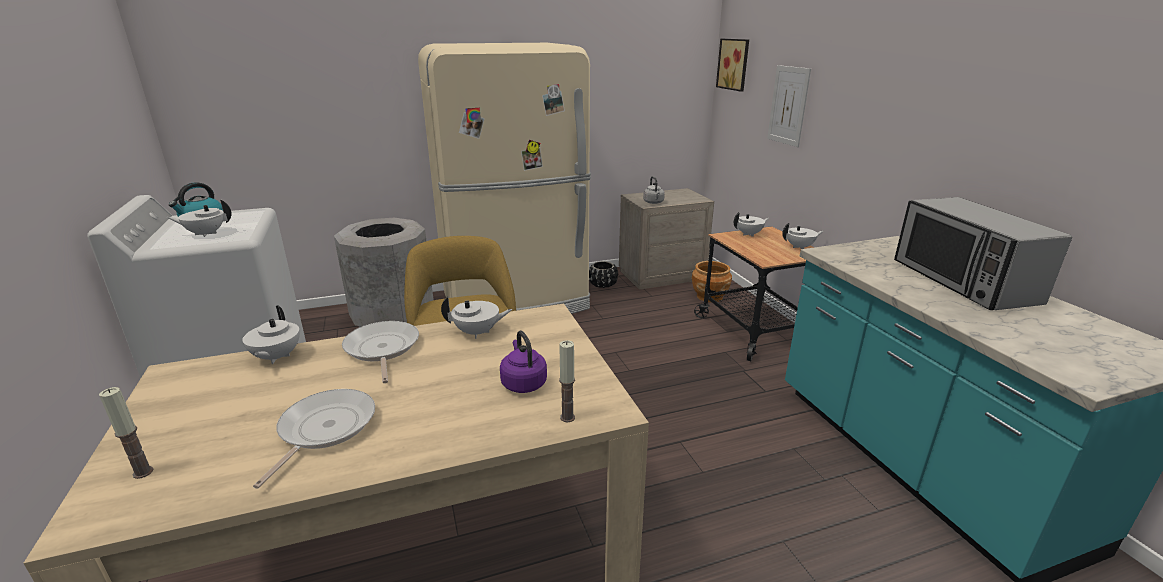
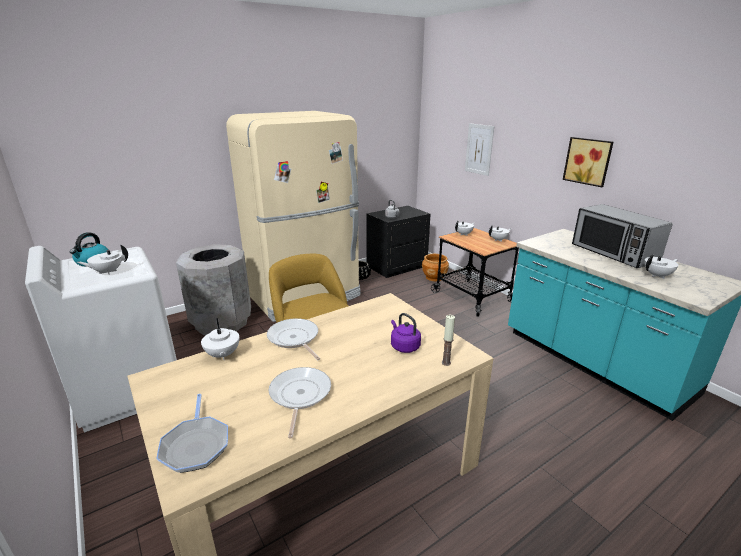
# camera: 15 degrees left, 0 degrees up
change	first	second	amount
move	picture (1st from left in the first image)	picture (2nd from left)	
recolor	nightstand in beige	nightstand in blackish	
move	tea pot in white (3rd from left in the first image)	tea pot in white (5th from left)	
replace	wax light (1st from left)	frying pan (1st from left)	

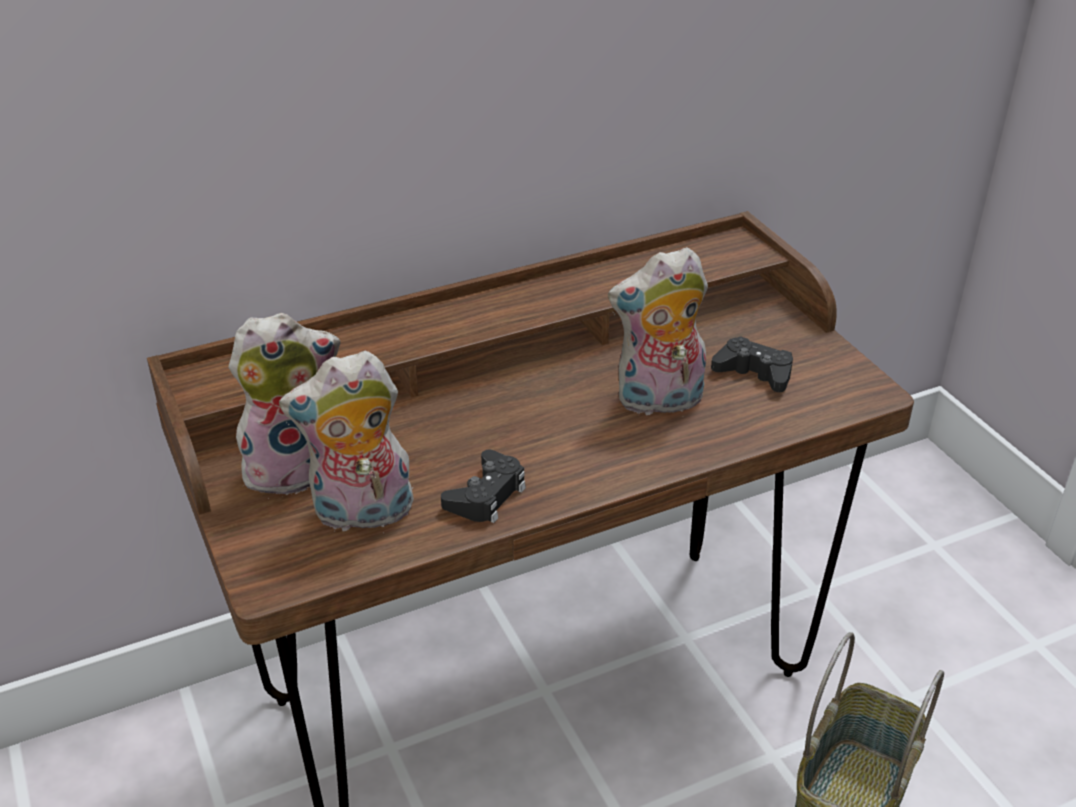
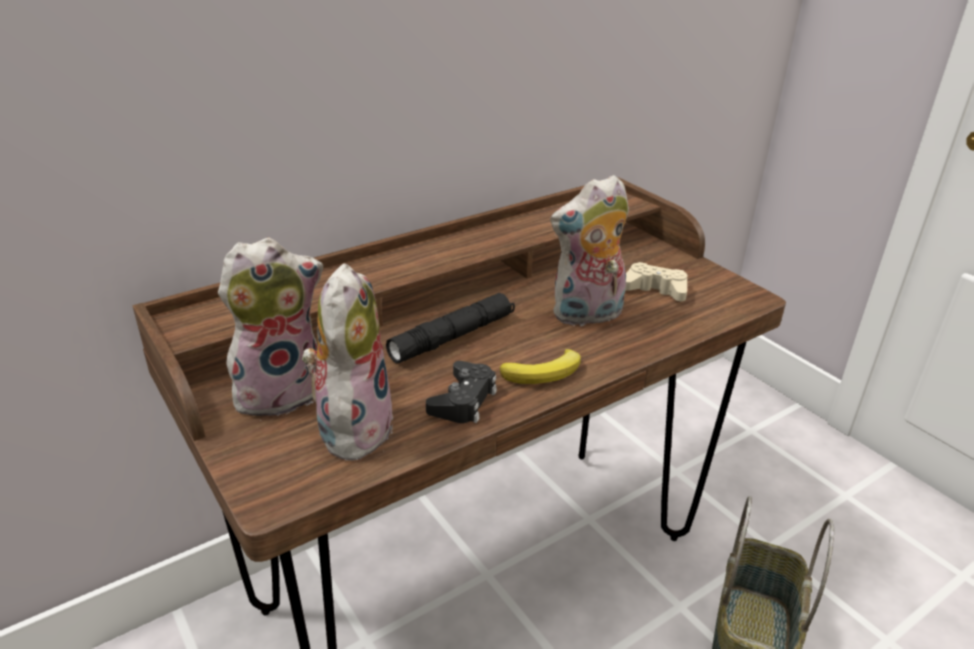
# camera: 10 degrees left, 5 degrees down
change	first	second	amount
recolor	game controller in blackish (2nd from left)	game controller in beige	
rotate	cuddly toy (2nd from left)		120 degrees clockwise
insert		hand torch in blackish	
insert		whole banana	

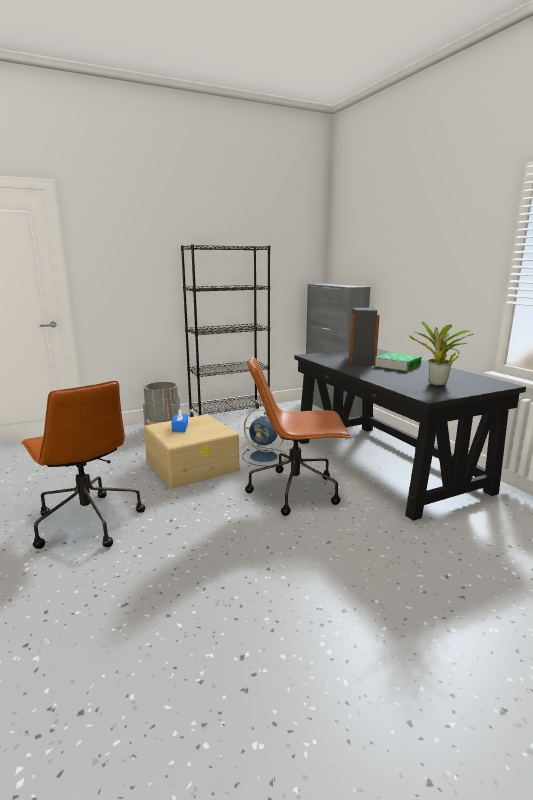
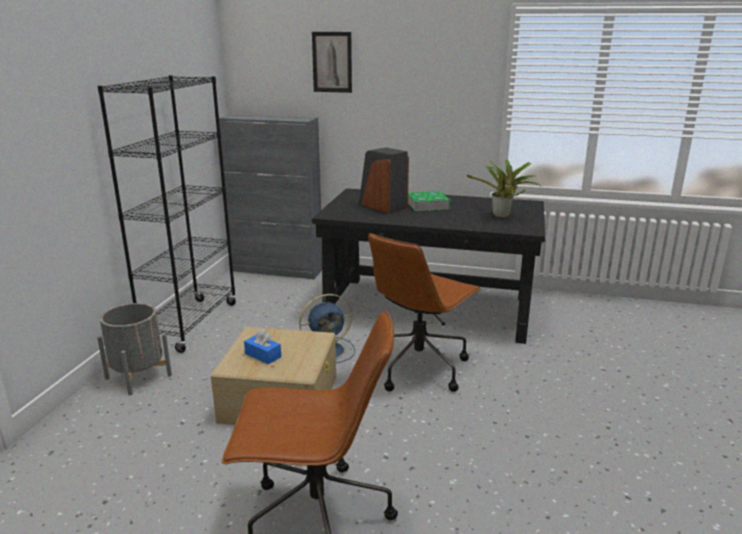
# camera: 50 degrees left, 5 degrees up
change	first	second	amount
insert		picture	

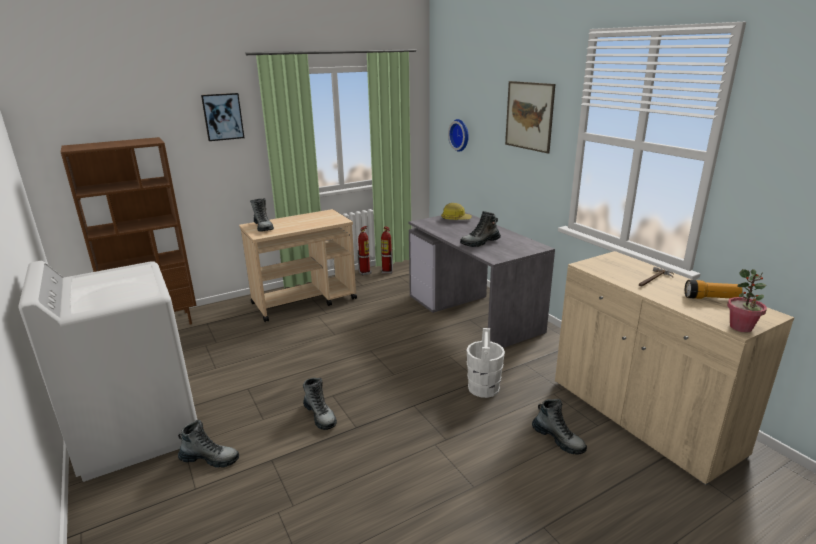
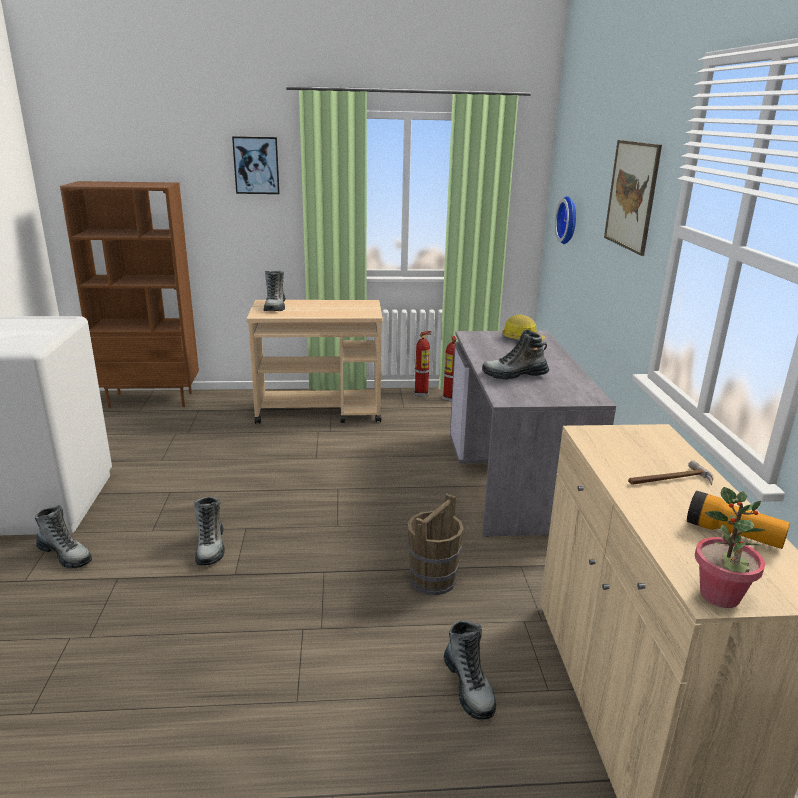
# camera: 25 degrees right, 0 degrees up
change	first	second	amount
recolor	pail in white	pail in brownish	

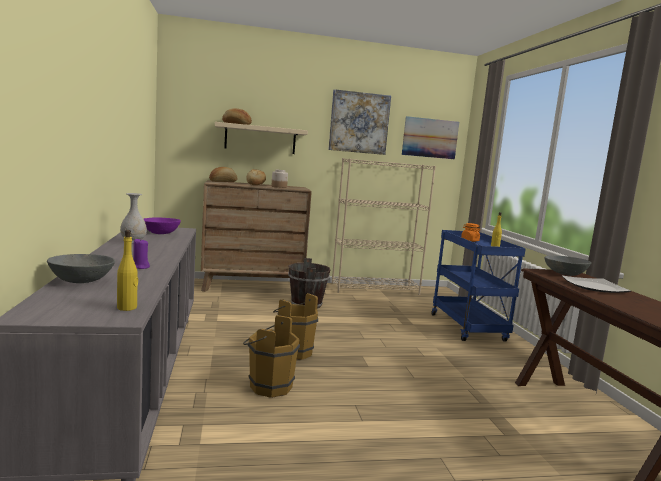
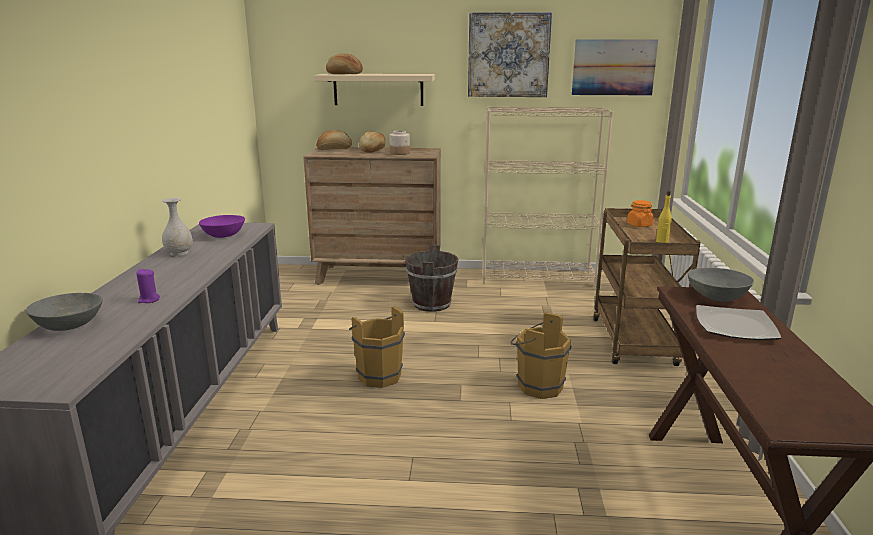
# camera: 15 degrees right, 10 degrees up
change	first	second	amount
delete	drink bottle in yellowish (1st from left)		
recolor	cart in blue	cart in brownish	
move	pail in brownish (1st from left in the first image)	pail in brownish (3rd from left)	

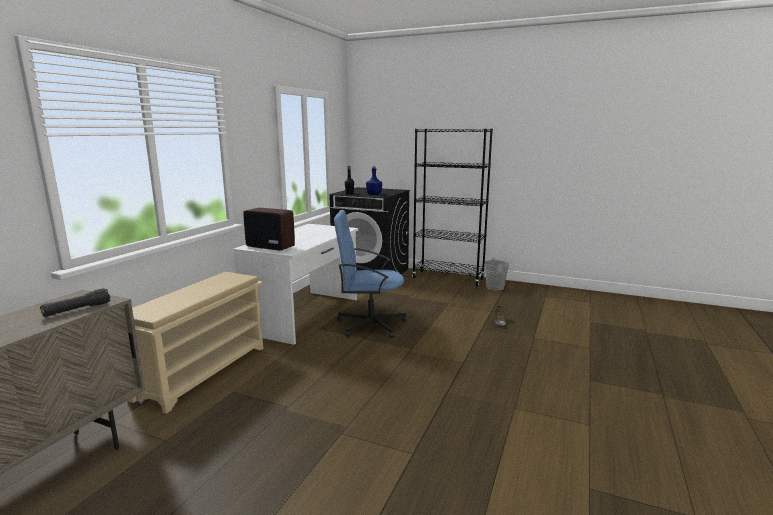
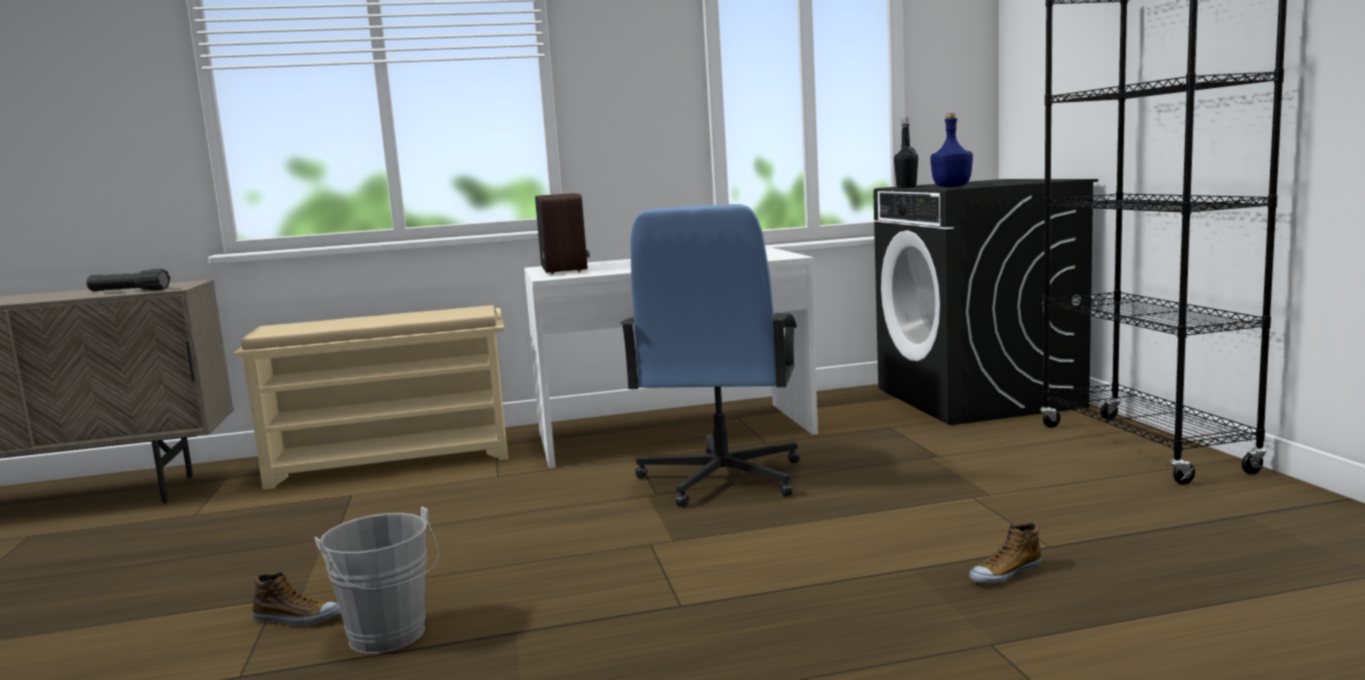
# camera: 55 degrees right, 5 degrees down
change	first	second	amount
rotate	office chair in blue		135 degrees counterclockwise
move	pail in gray		
insert		low shoe (1st from left)	

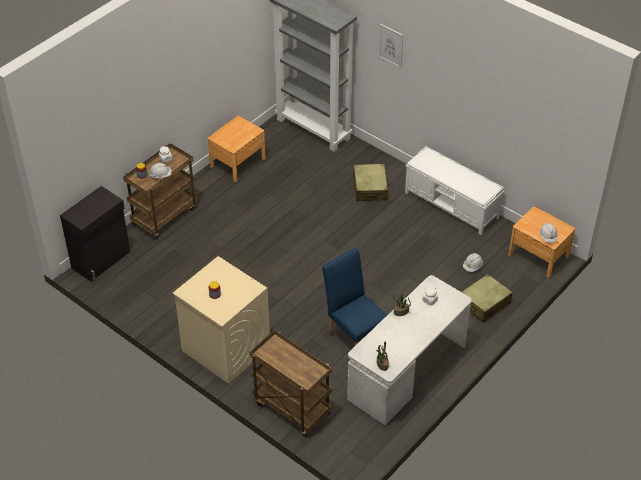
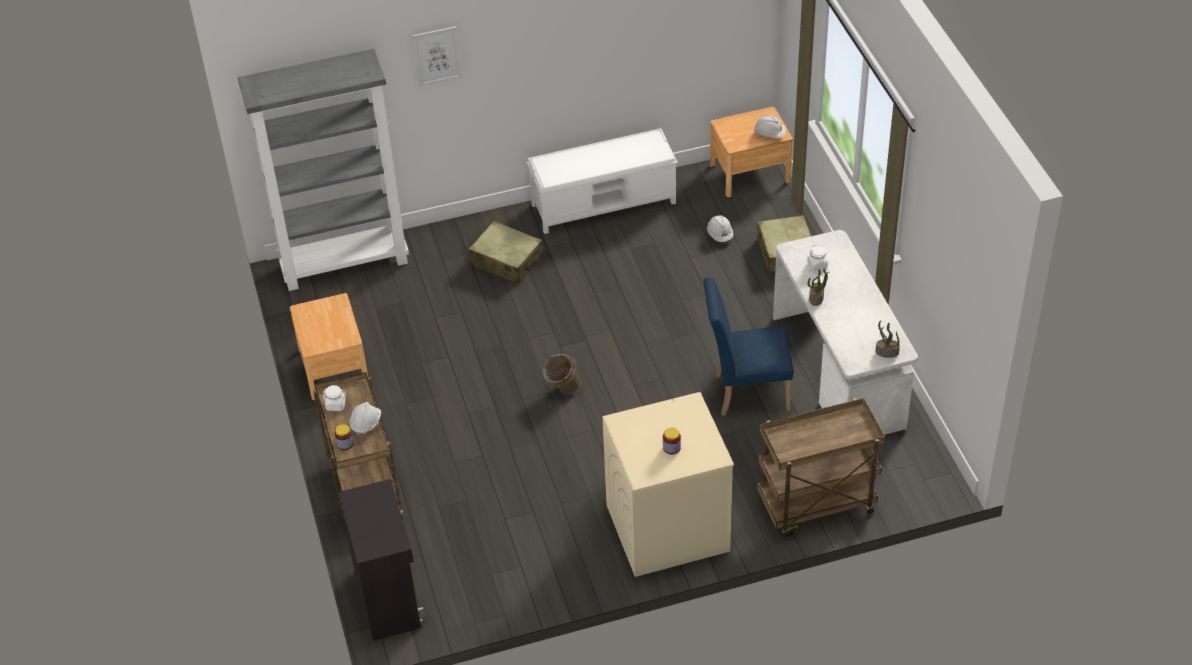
# camera: 55 degrees left, 0 degrees up
change	first	second	amount
insert		pail in green	

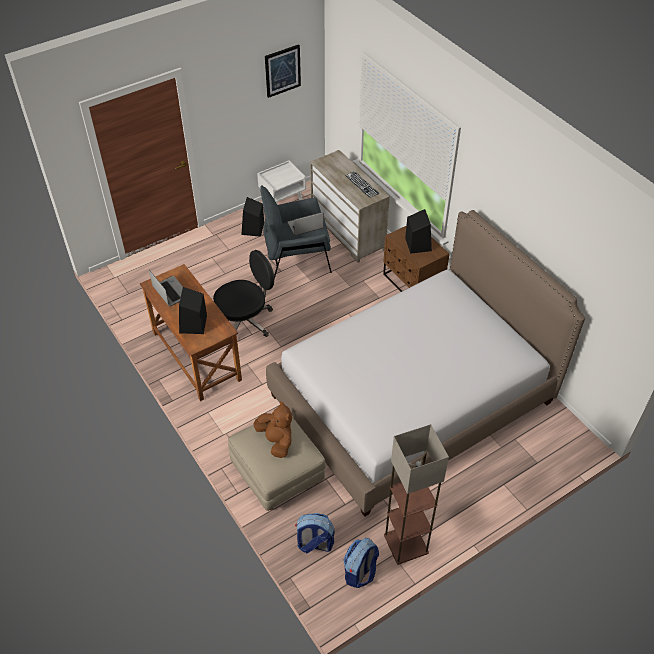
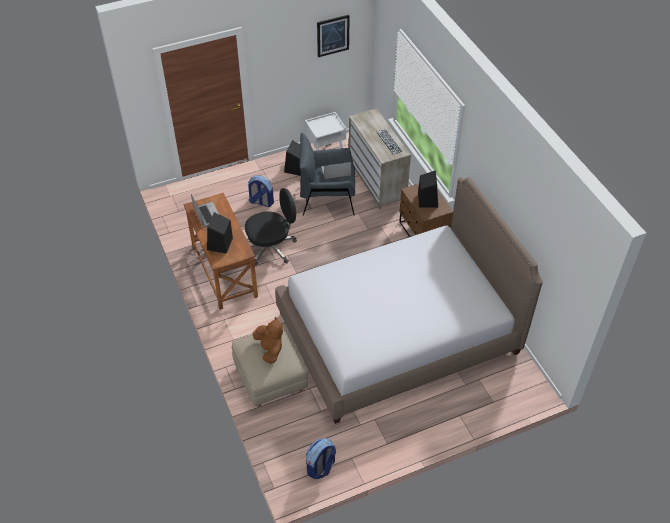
# camera: 10 degrees right, 0 degrees up
change	first	second	amount
delete	standard lamp		
move	knapsack (1st from left)		

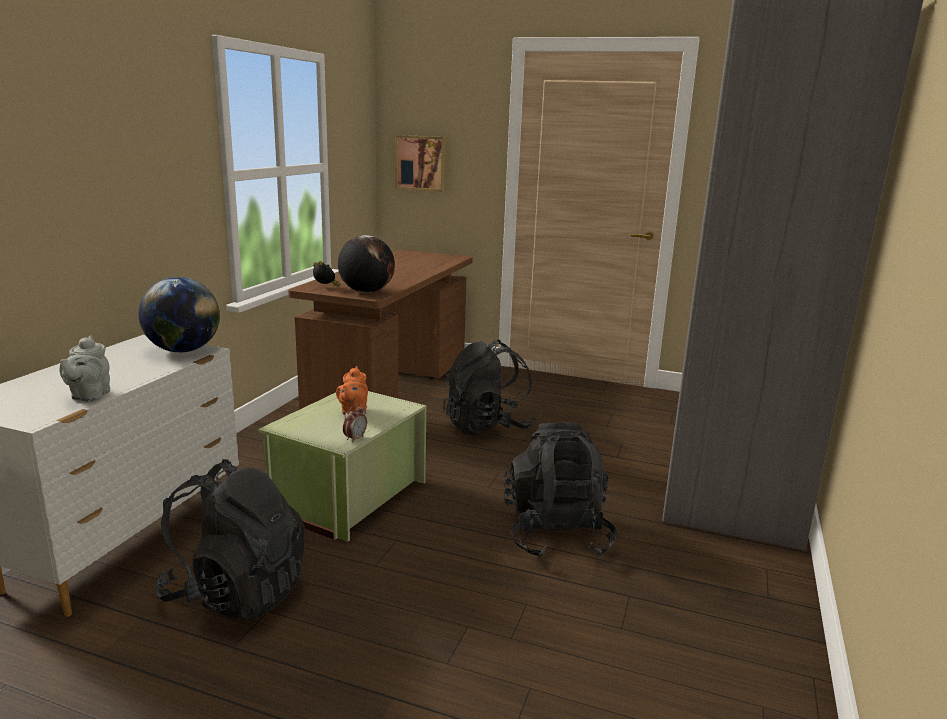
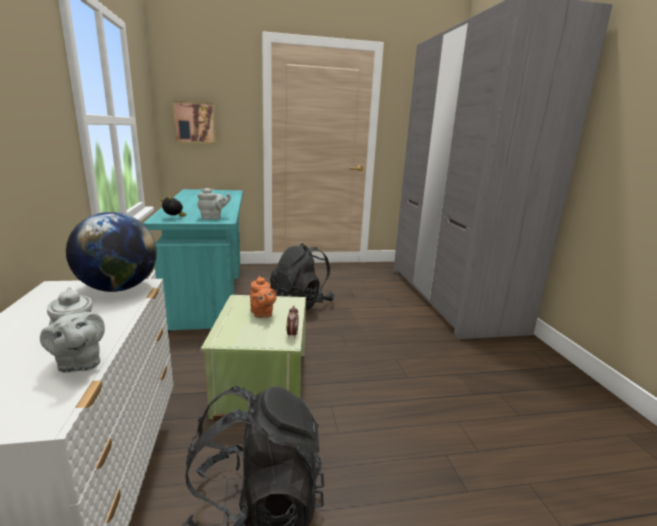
# camera: 30 degrees left, 0 degrees up
change	first	second	amount
replace	desk globe (2nd from left)	tea pot in gray (2nd from left)	
recolor	desk table in brownish	desk table in blue-green	
delete	knapsack in blackish (3rd from left)		

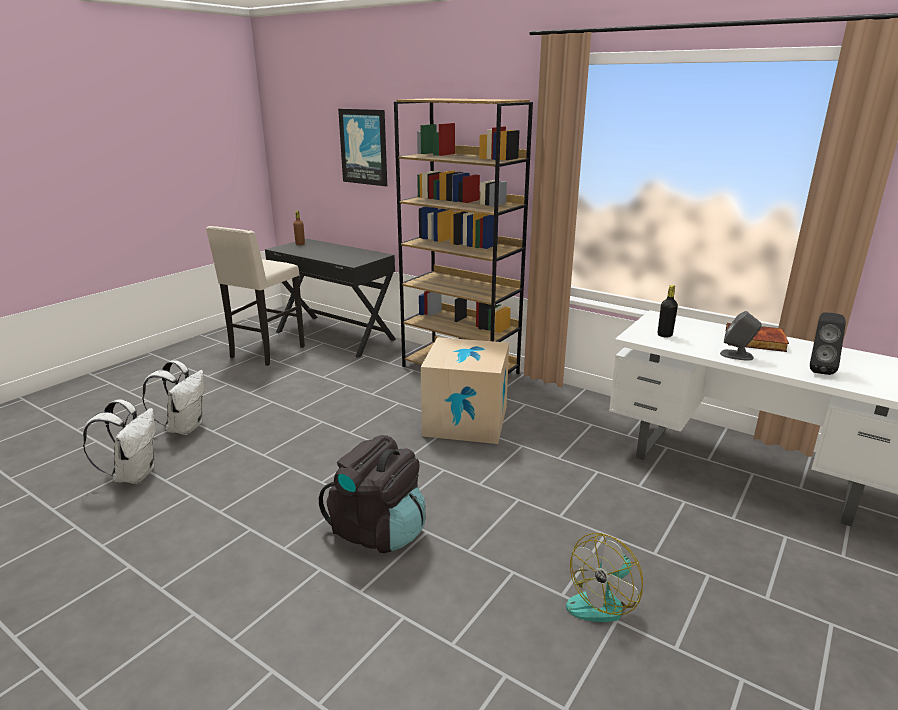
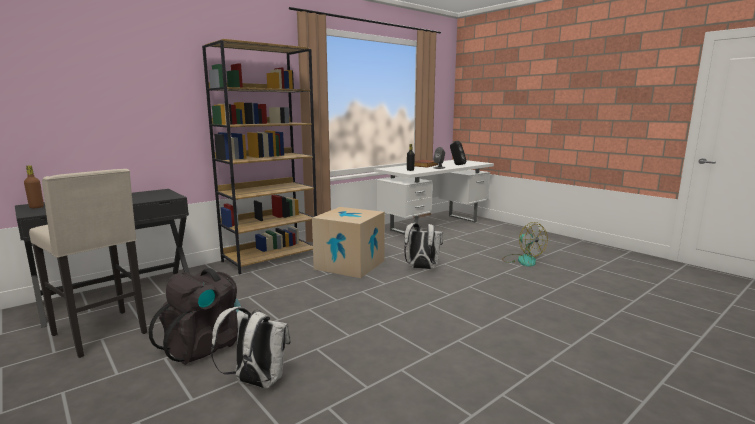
# camera: 75 degrees left, 10 degrees down
change	first	second	amount
delete	picture		
move	knapsack in white (1st from left in the first image)	knapsack in white (2nd from left)	
move	knapsack in blackish		

